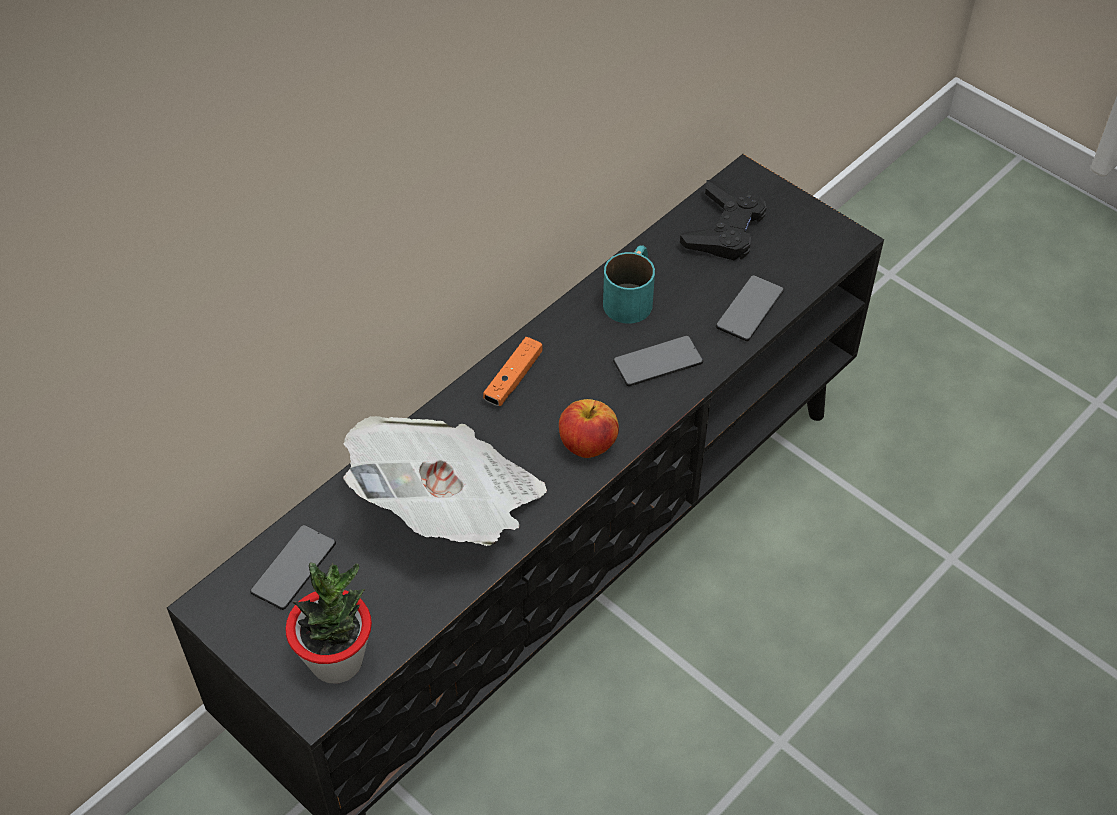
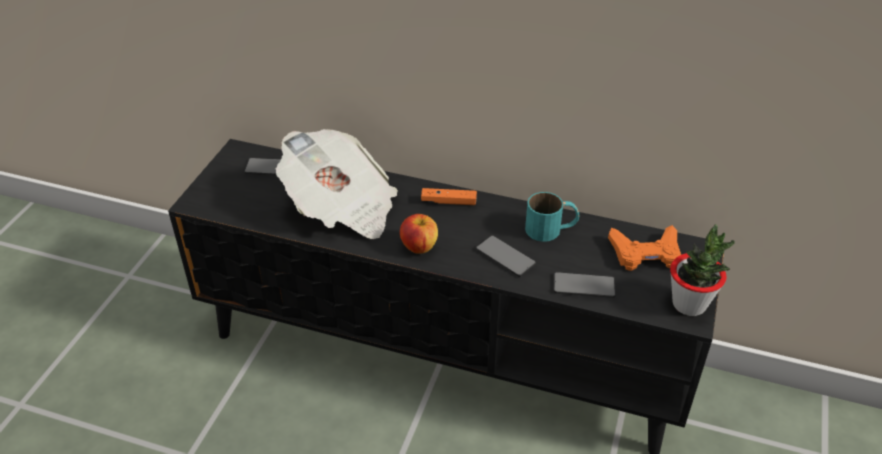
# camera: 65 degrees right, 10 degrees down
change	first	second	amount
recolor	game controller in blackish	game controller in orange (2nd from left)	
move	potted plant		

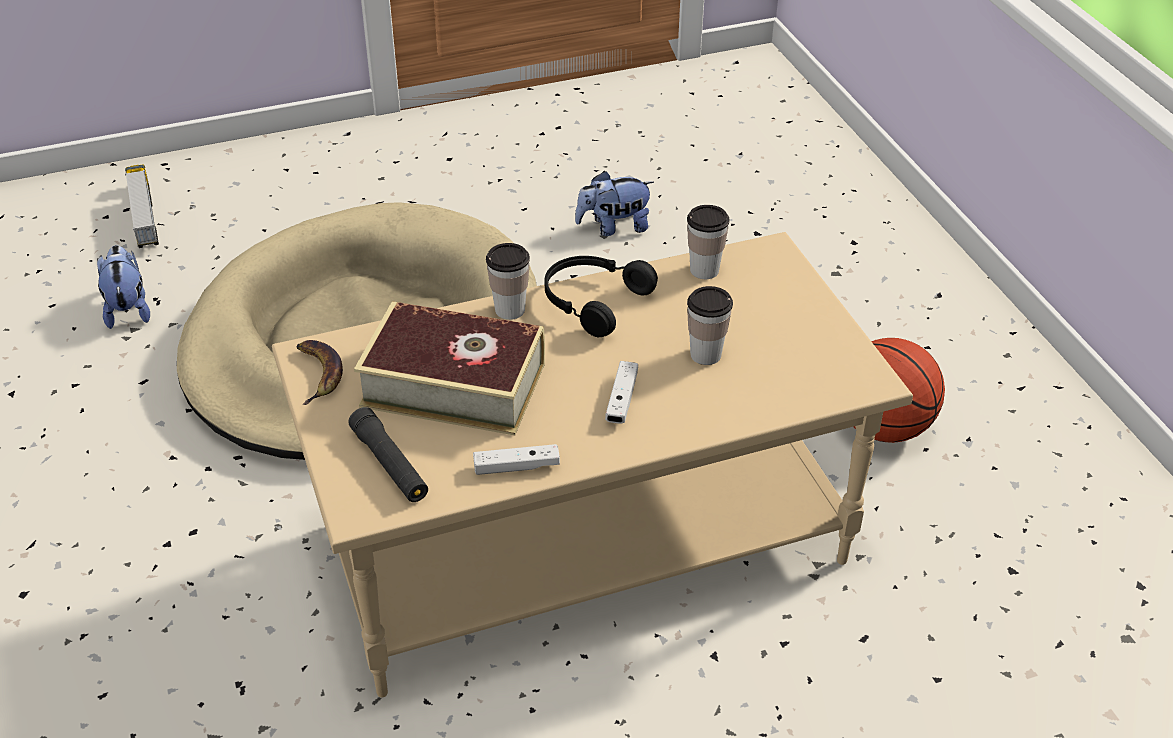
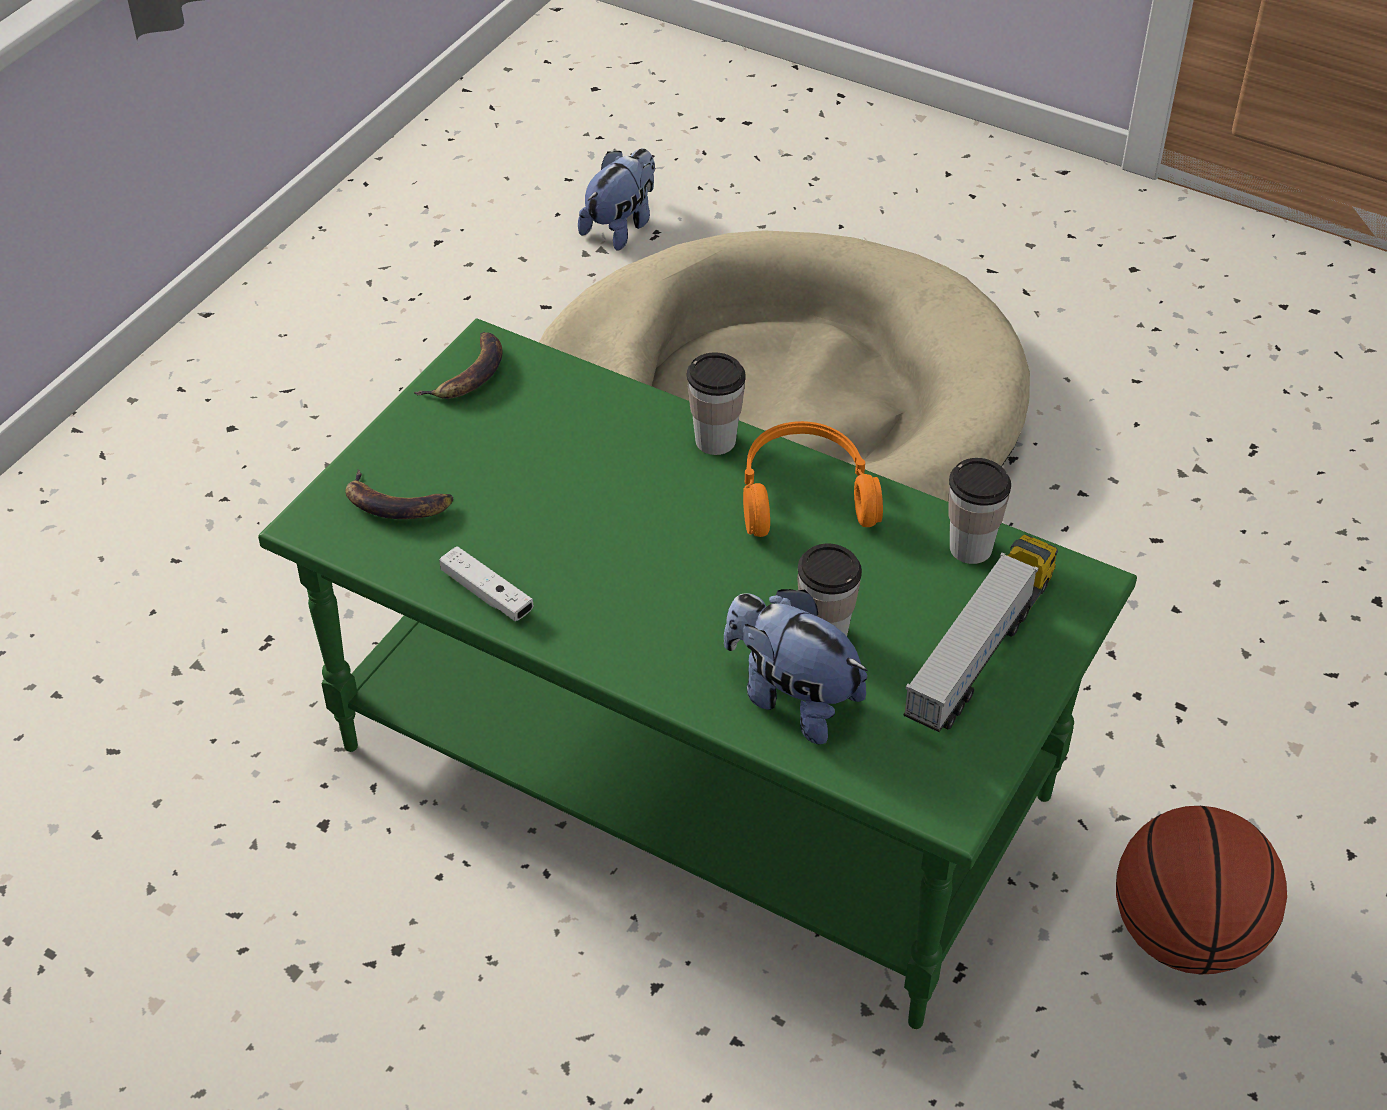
# camera: 50 degrees right, 5 degrees up
change	first	second	amount
move	model truck		
move	cuddly toy (2nd from left)		
recolor	coffee table in beige	coffee table in green	
recolor	headphones in blackish	headphones in orange	
delete	book		
delete	game controller in white (2nd from left)		
replace	hand torch in blackish	whole banana (1st from left)	

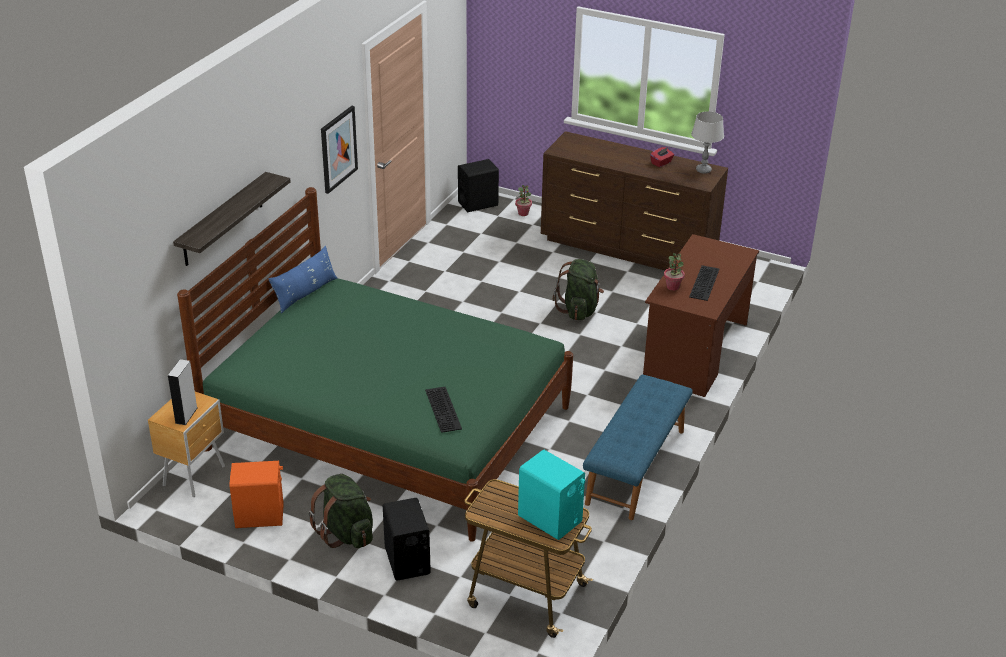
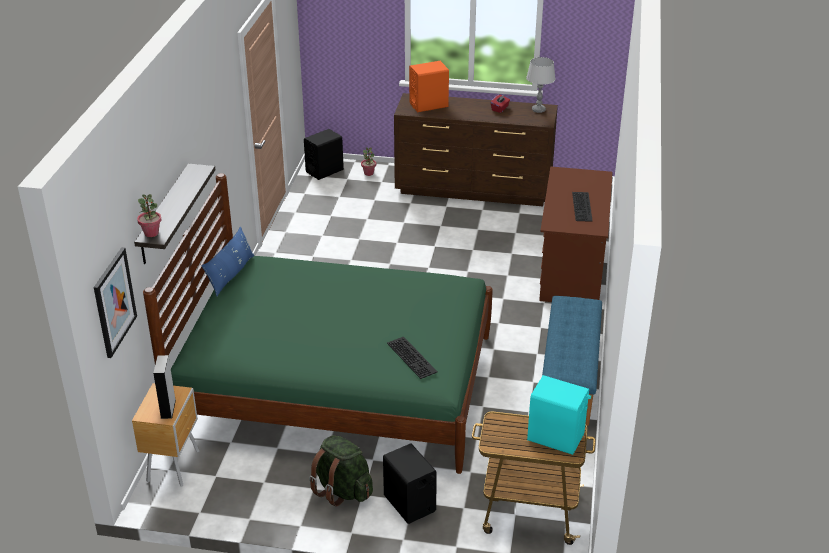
# camera: 15 degrees left, 0 degrees up
change	first	second	amount
move	picture		
move	potted plant (2nd from left in the first image)	potted plant (1st from left)	
delete	knapsack in green (2nd from left)		
move	speaker in orange		

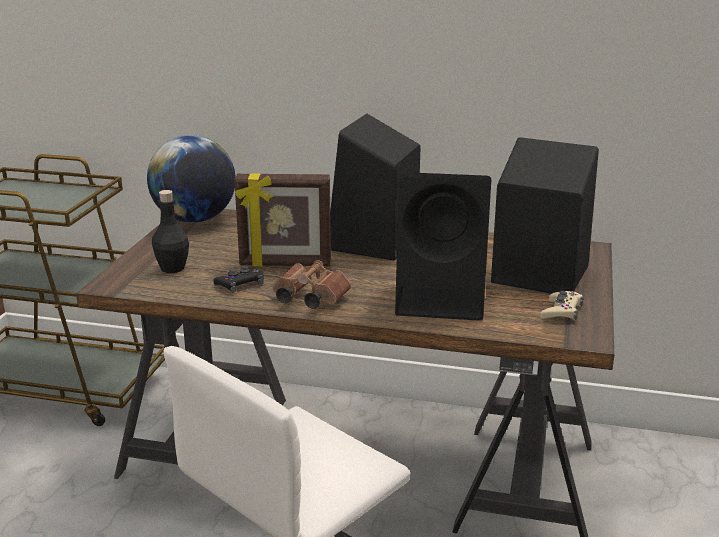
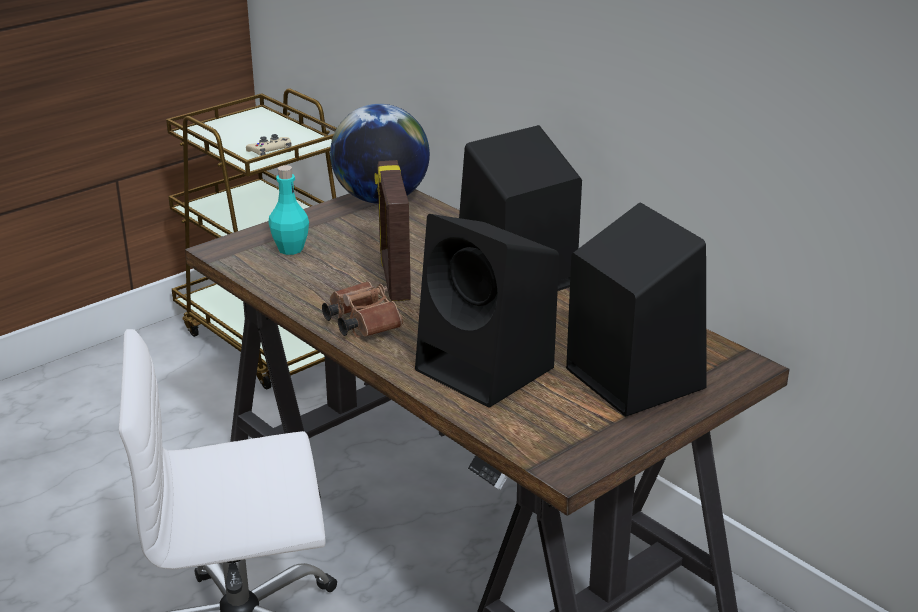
# camera: 35 degrees right, 5 degrees up
change	first	second	amount
rotate	picture frame		45 degrees clockwise
recolor	drink bottle in blackish	drink bottle in blue-green	
delete	game controller in blackish		
move	game controller in beige		

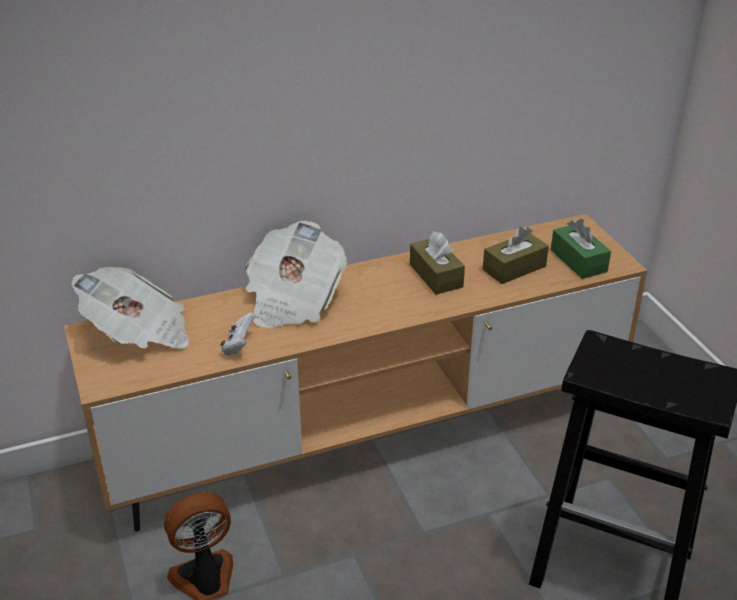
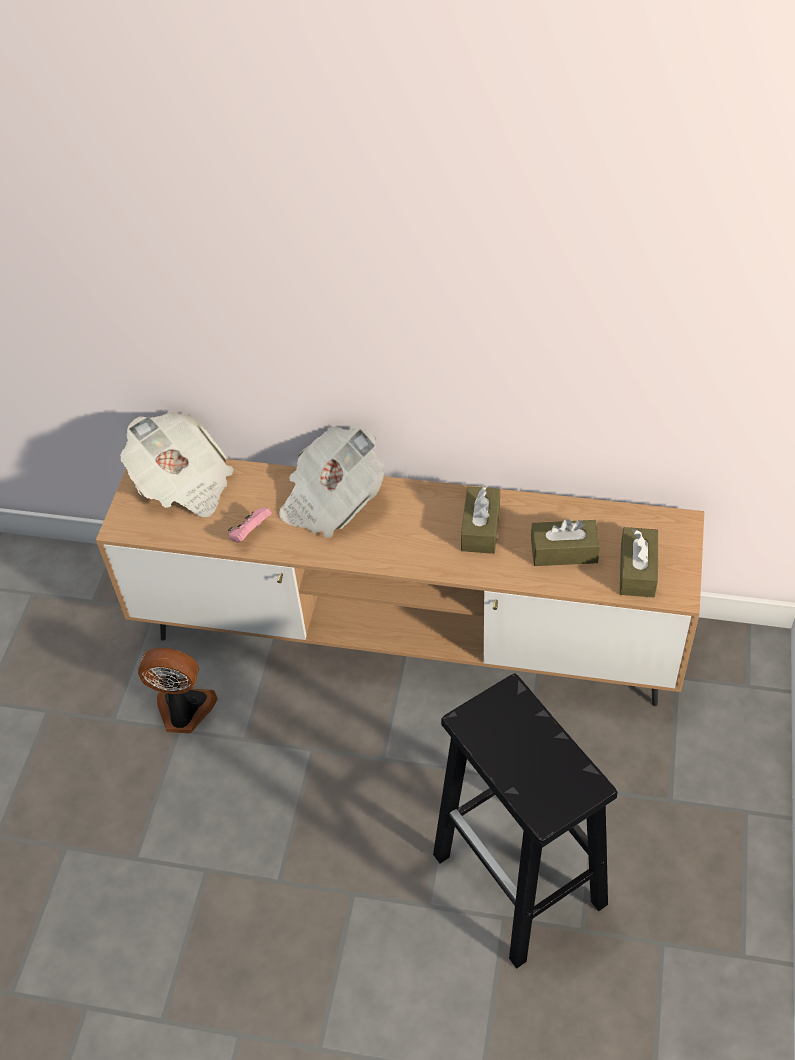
# camera: 35 degrees right, 15 degrees up
change	first	second	amount
recolor	box of tissues in green	box of tissues in brownish (3rd from left)	
recolor	game controller in white	game controller in pinkish	

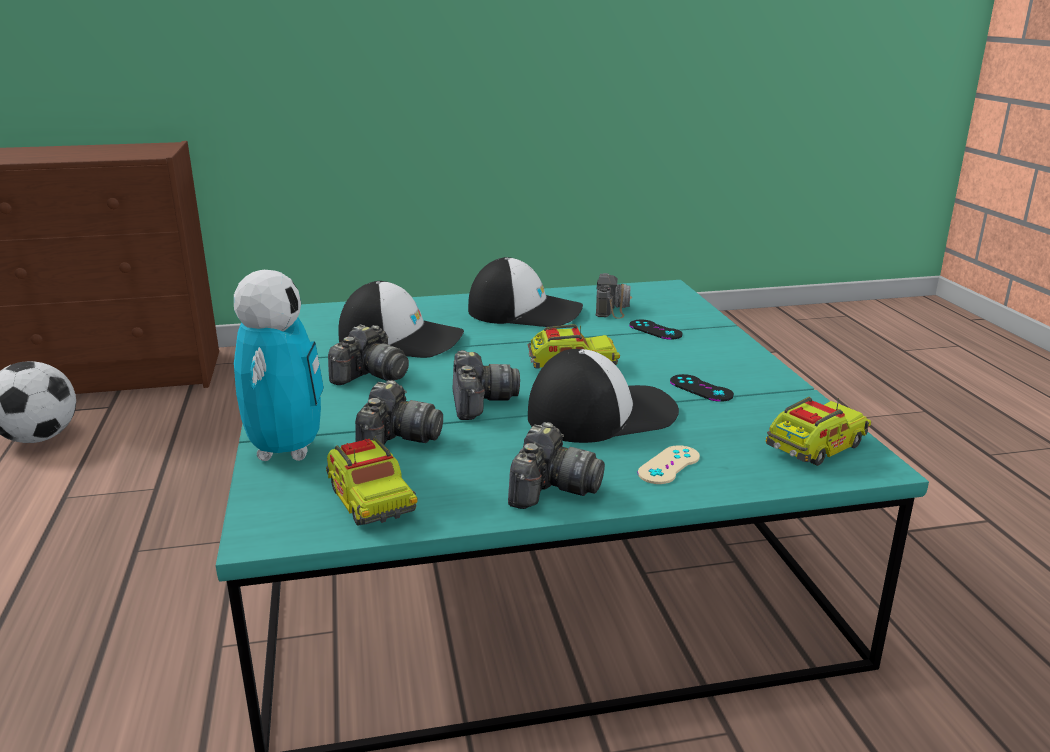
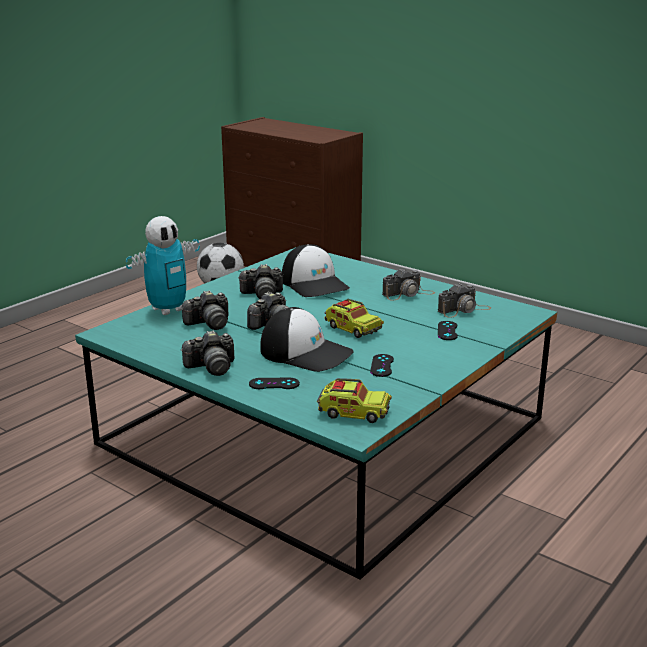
# camera: 50 degrees right, 0 degrees up
change	first	second	amount
replace	peaked cap (2nd from left)	still camera (5th from left)	
delete	model truck (1st from left)		
recolor	game controller in beige	game controller in blackish (1st from left)	

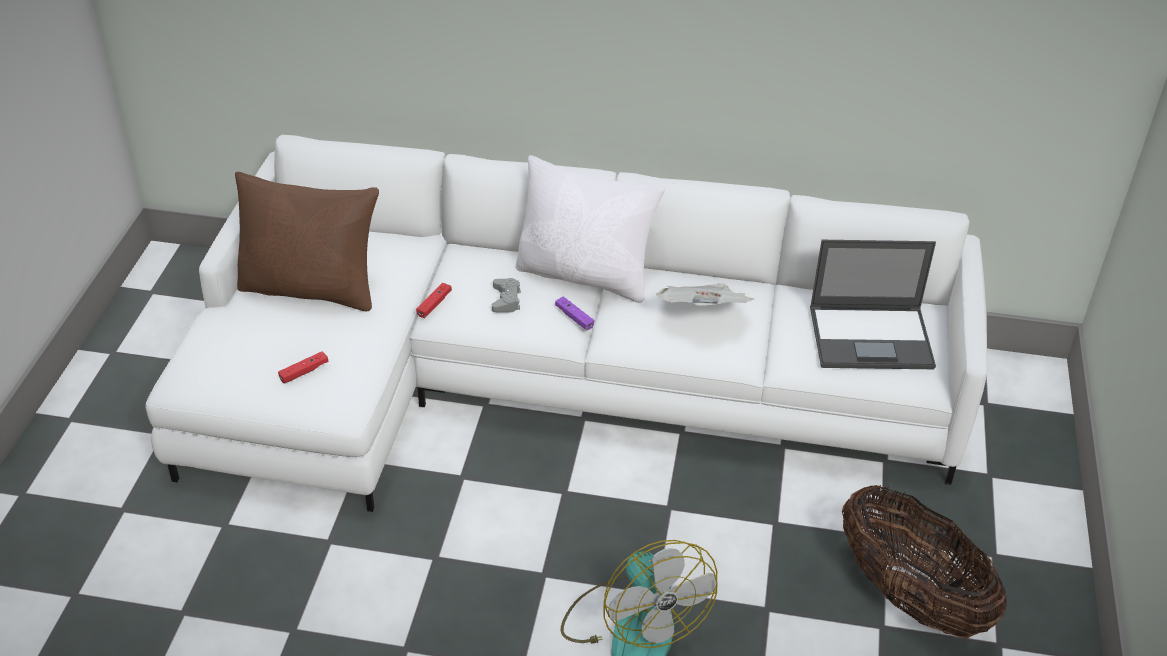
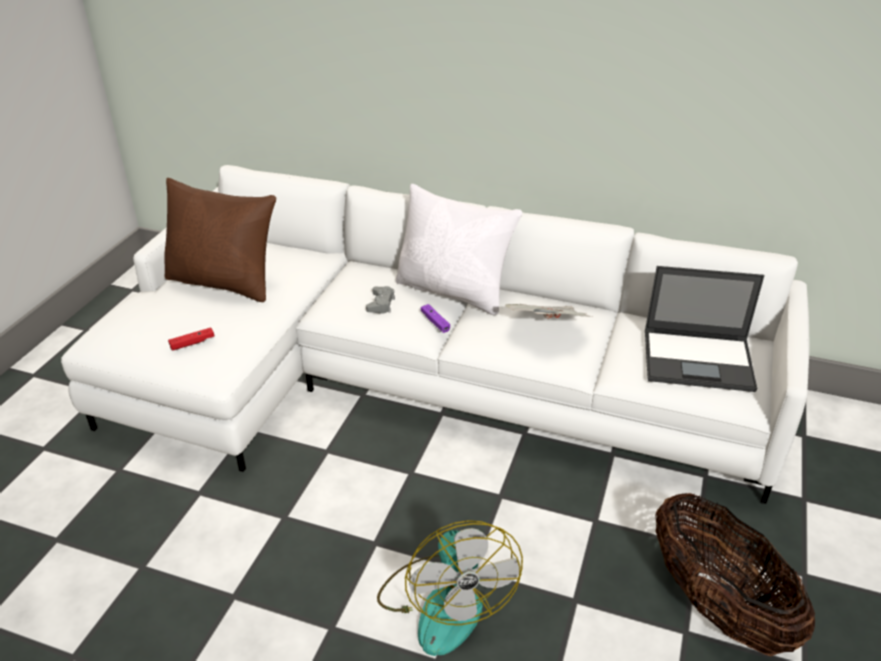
# camera: 10 degrees right, 5 degrees down
change	first	second	amount
delete	game controller in red (2nd from left)		

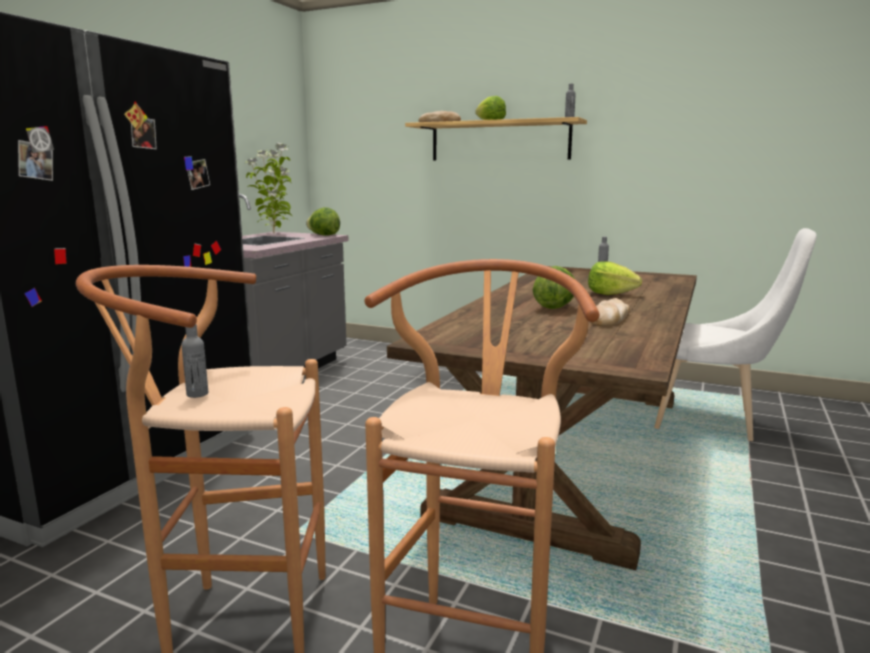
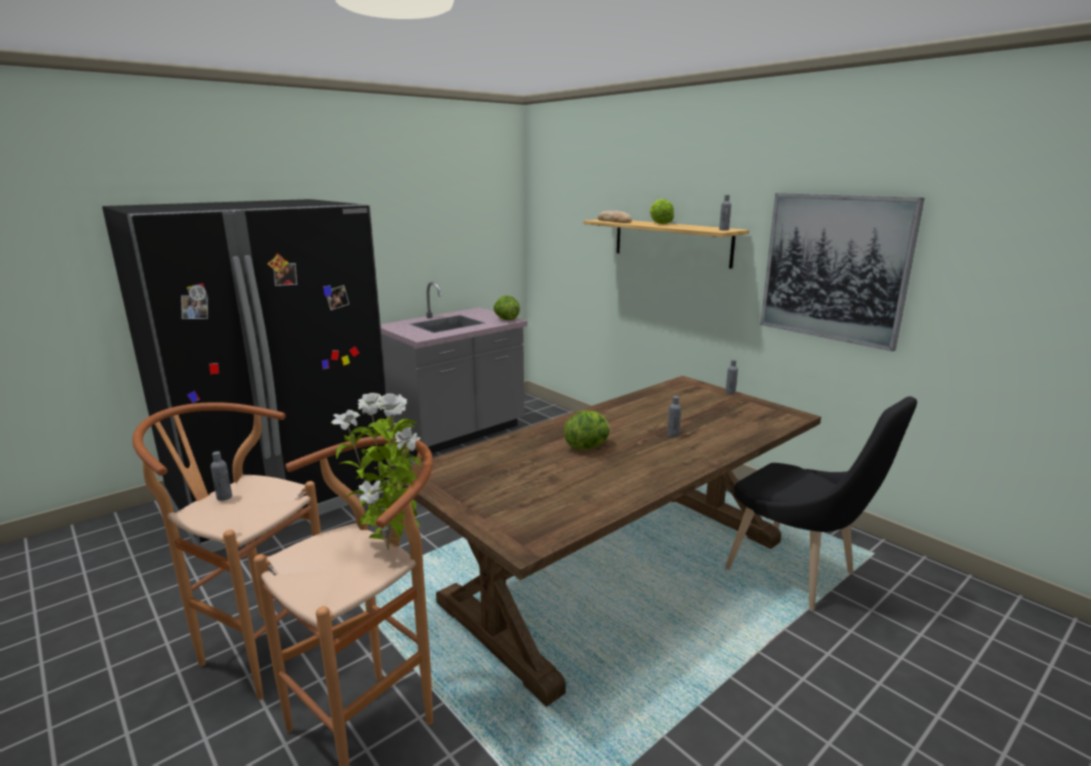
# camera: 25 degrees right, 5 degrees up
change	first	second	amount
move	potted plant		
recolor	plain chair in white	plain chair in blackish	
replace	lettuce head (4th from left)	drink bottle in gray (2nd from left)	
delete	bakery bread (2nd from left)		
insert		picture	

